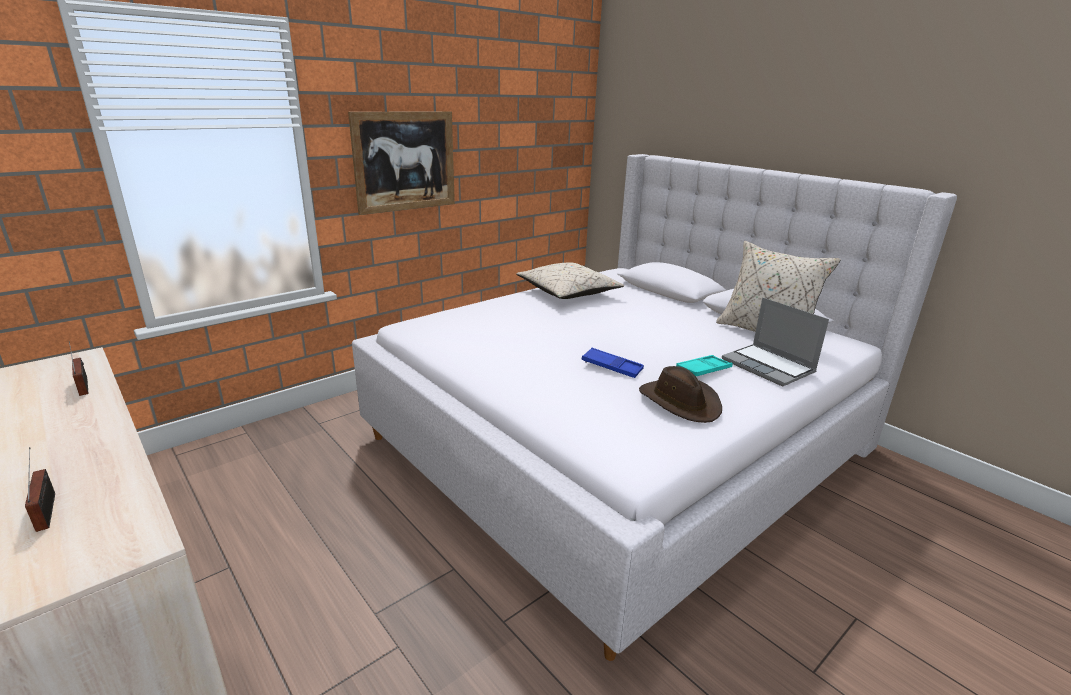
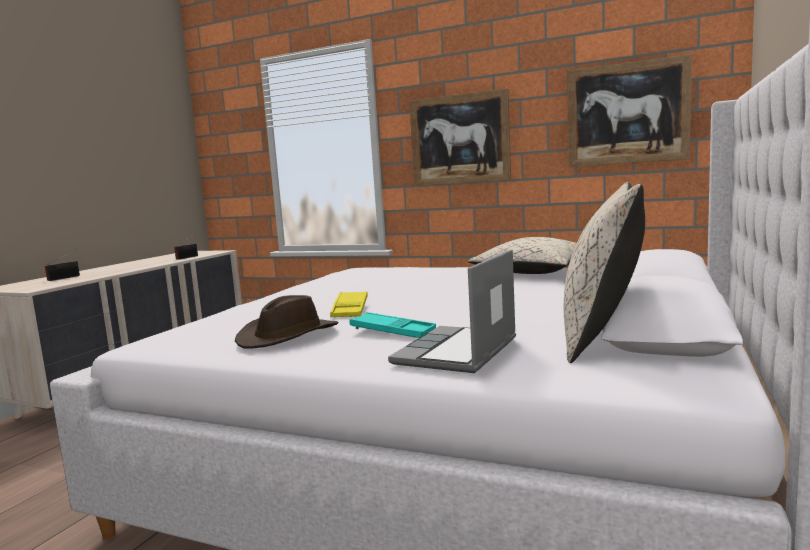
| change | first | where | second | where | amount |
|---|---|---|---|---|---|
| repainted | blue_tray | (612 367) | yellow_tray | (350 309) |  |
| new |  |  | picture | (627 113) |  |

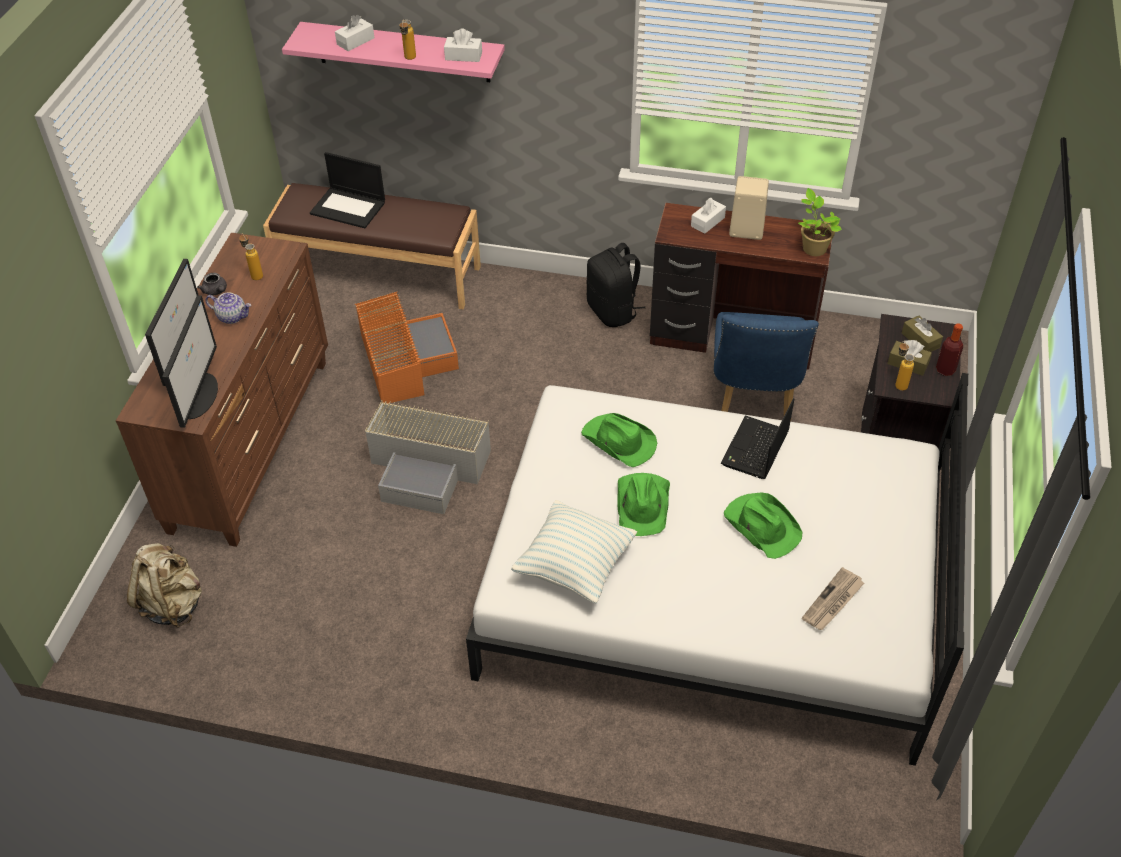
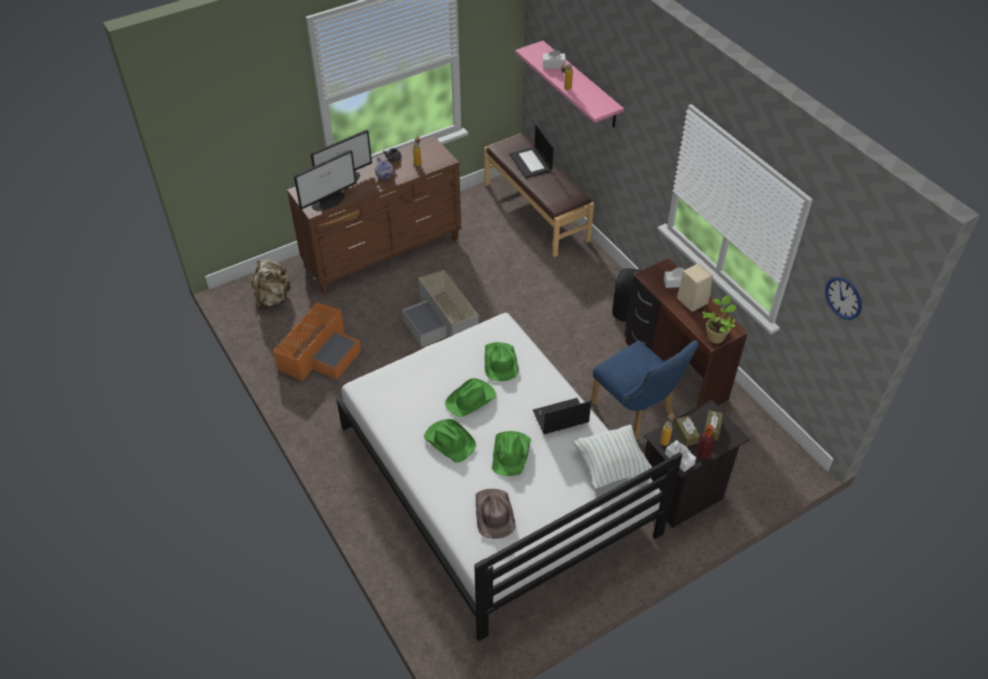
| change | first | where | second | where | amount |
|---|---|---|---|---|---|
| shifted | white_tissue_box | (463 56) |  | (679 459) |  |
| shifted | orange_storage_box | (404 359) |  | (320 353) |  |
| rotated | blue_chair | (752 406) |  | (636 412) | 90 degrees counterclockwise |
| shifted | pillow | (575 566) |  | (611 466) |  |
| swapped | newspaper | (833 602) | brown_hat | (493 514) |  |
| new |  |  | wall_clock | (843 298) |  |
| new |  |  | green_hat | (449 441) |  |

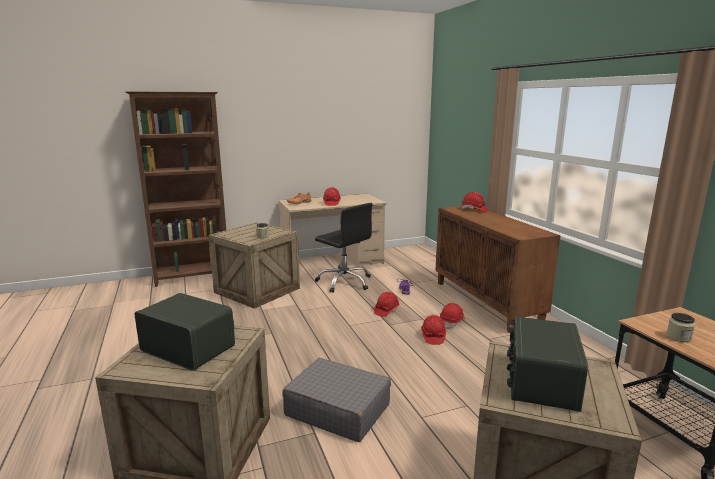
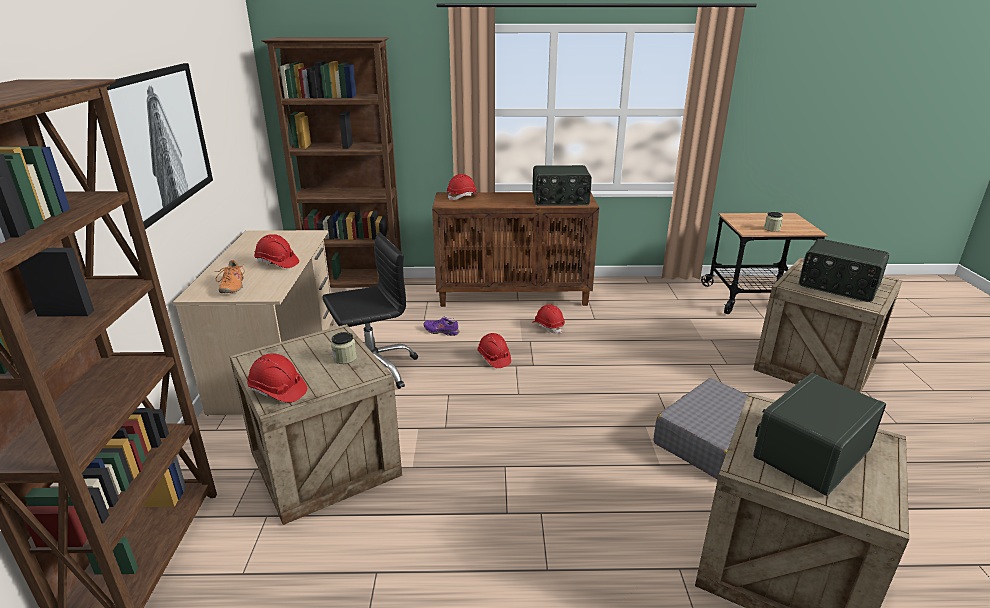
| change | first | where | second | where | amount |
|---|---|---|---|---|---|
| shifted | red_hard_hat | (433 337) |  | (278 391) |  |
| new |  |  | brown_bookcase | (356 287) |  |
| new |  |  | picture | (157 141) |  |
| new |  |  | radio | (560 200) |  |

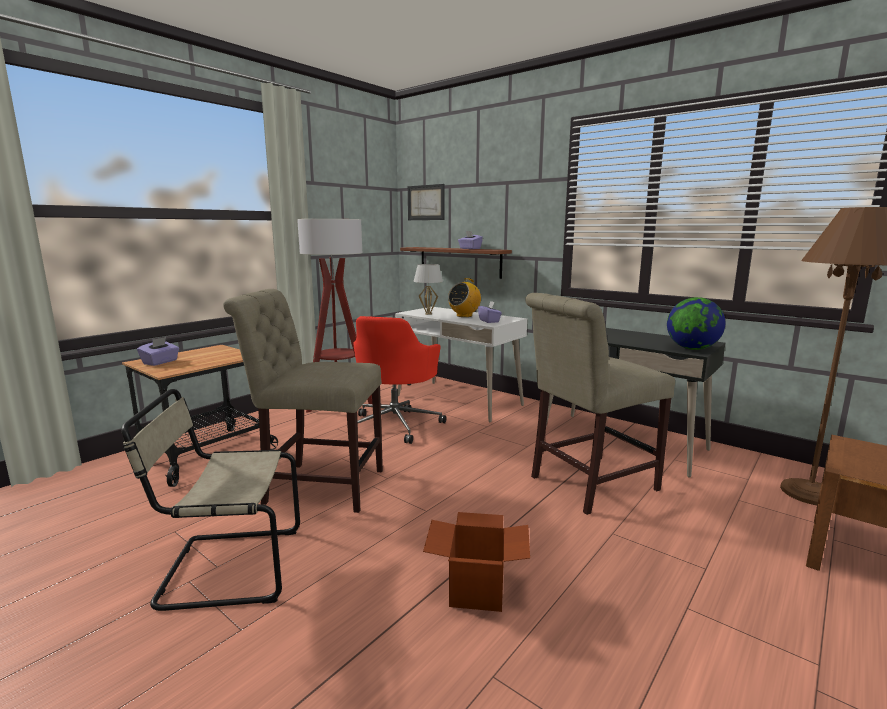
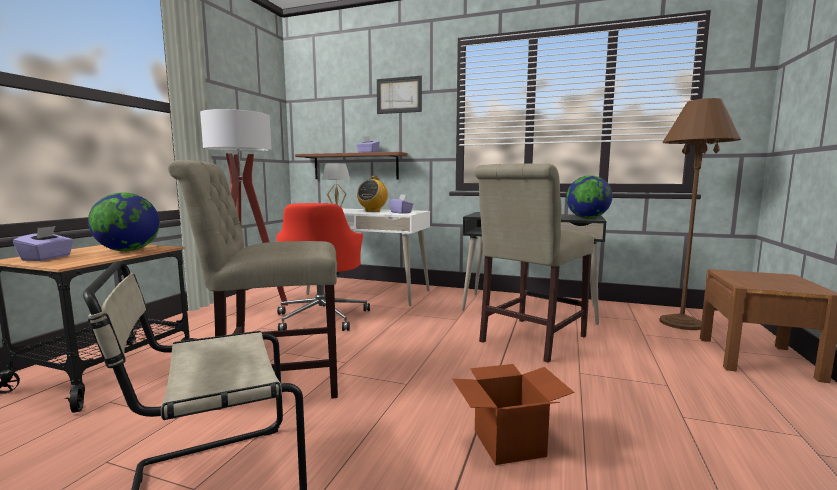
| change | first | where | second | where | amount |
|---|---|---|---|---|---|
| shifted | picture | (426 202) |  | (399 95) |  |
| new |  |  | globe | (128 250) |  |

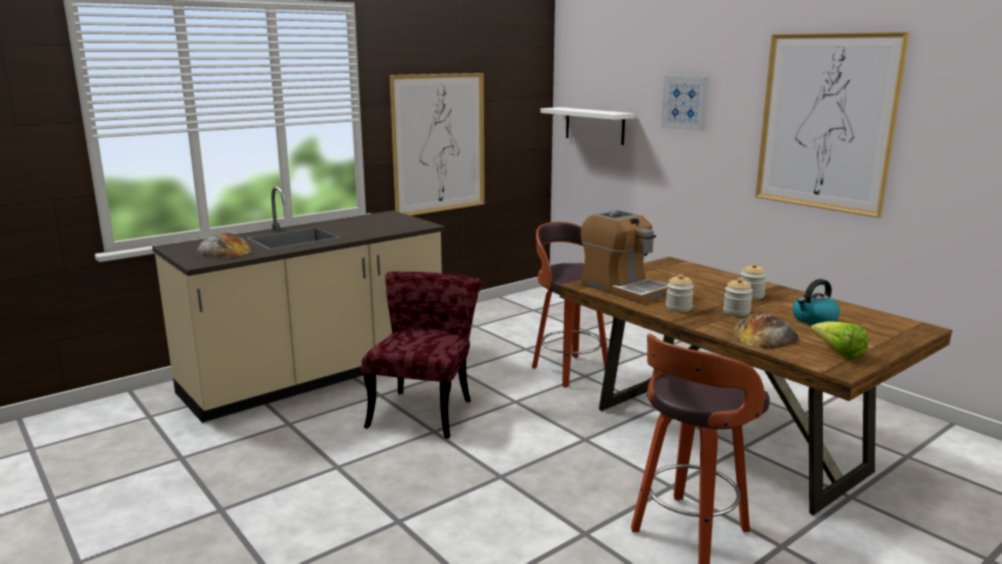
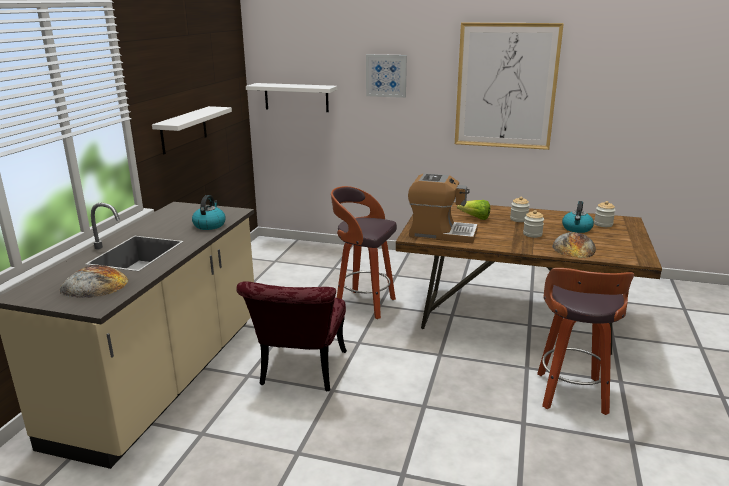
| change | first | where | second | where | amount |
|---|---|---|---|---|---|
| swapped | picture | (439 143) | white_shelf | (184 130) |  |
| rotated | red_chair | (425 408) |  | (300 374) | 150 degrees counterclockwise |
| shifted | jar | (678 308) |  | (603 224) |  |
| shifted | lettuce | (839 353) |  | (475 218) |  |
| new |  |  | kettle | (209 225) |  |

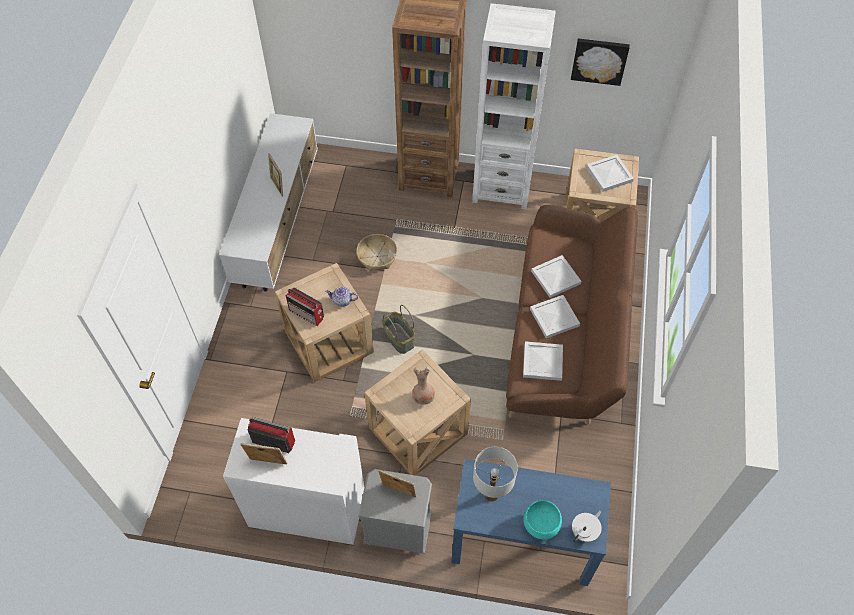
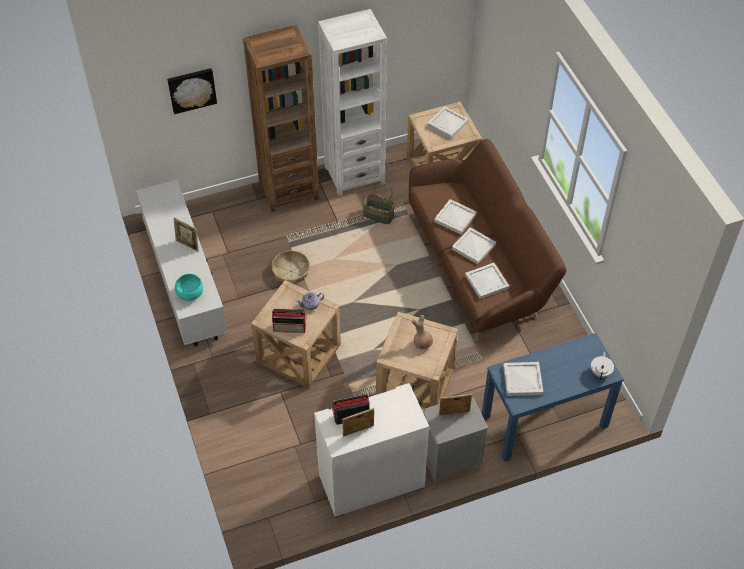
| change | first | where | second | where | amount |
|---|---|---|---|---|---|
| shifted | picture | (599 60) |  | (191 89) |  |
| shifted | basket | (398 338) |  | (378 215) |  |
| swapped | white_table_lamp | (491 494) | white_tray | (522 380) |  |
| shifted | turquoise_bowl | (541 525) |  | (190 294) |  |

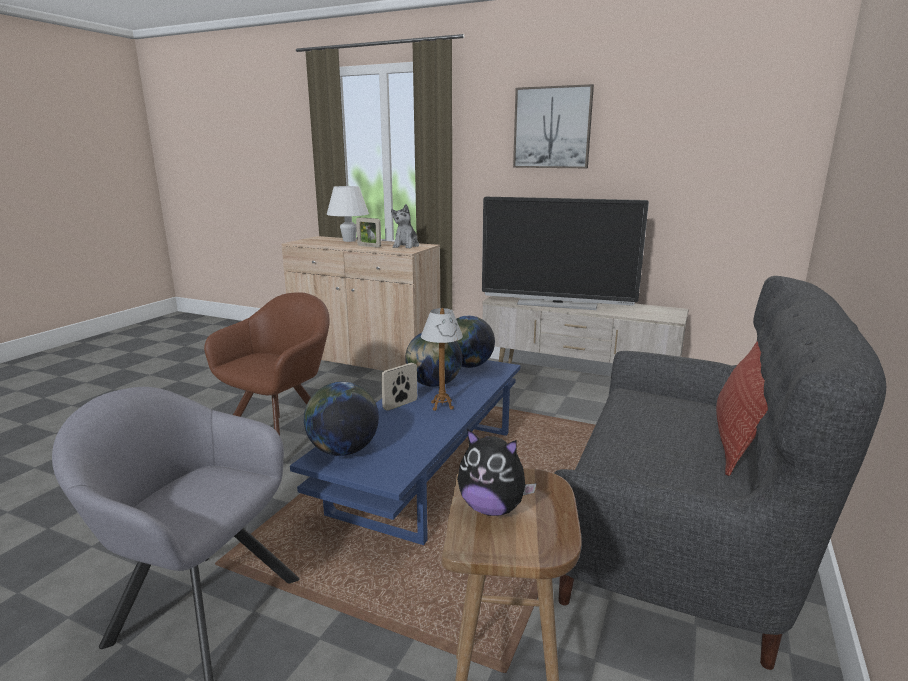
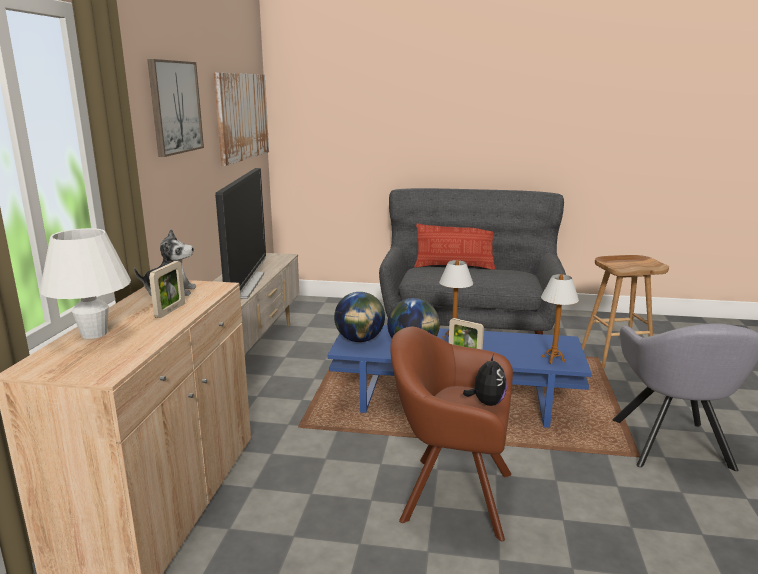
| change | first | where | second | where | amount |
|---|---|---|---|---|---|
| swapped | globe | (343 450) | table_lamp | (553 359) |  |
| shifted | plush_toy | (492 508) |  | (486 403) |  |
| new |  |  | picture | (242 116) |  |

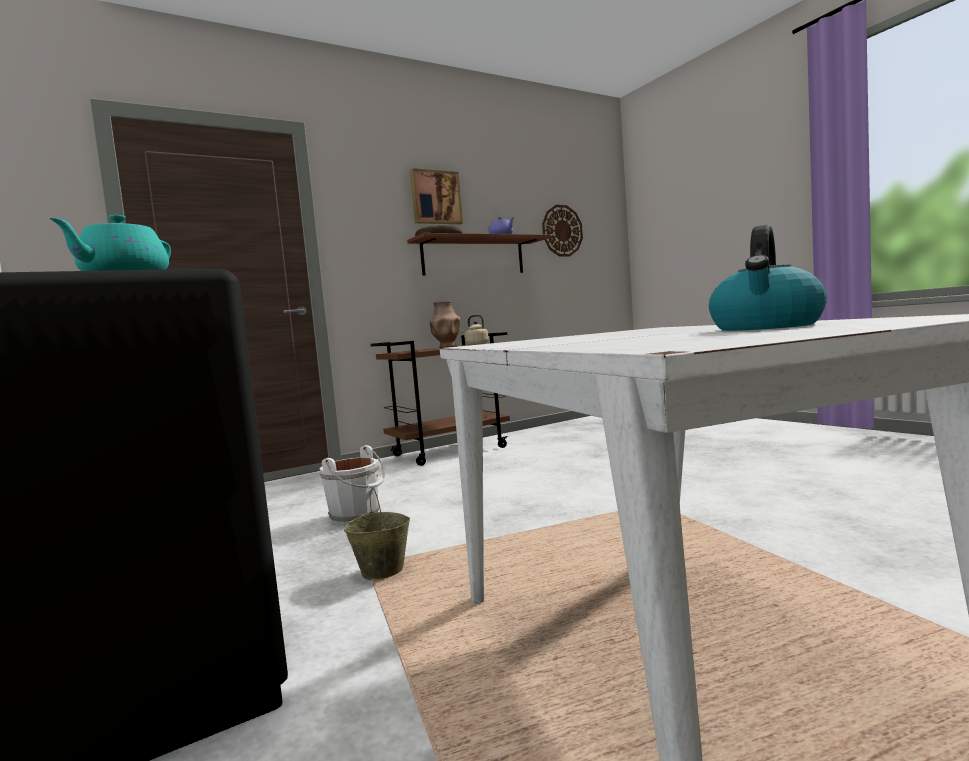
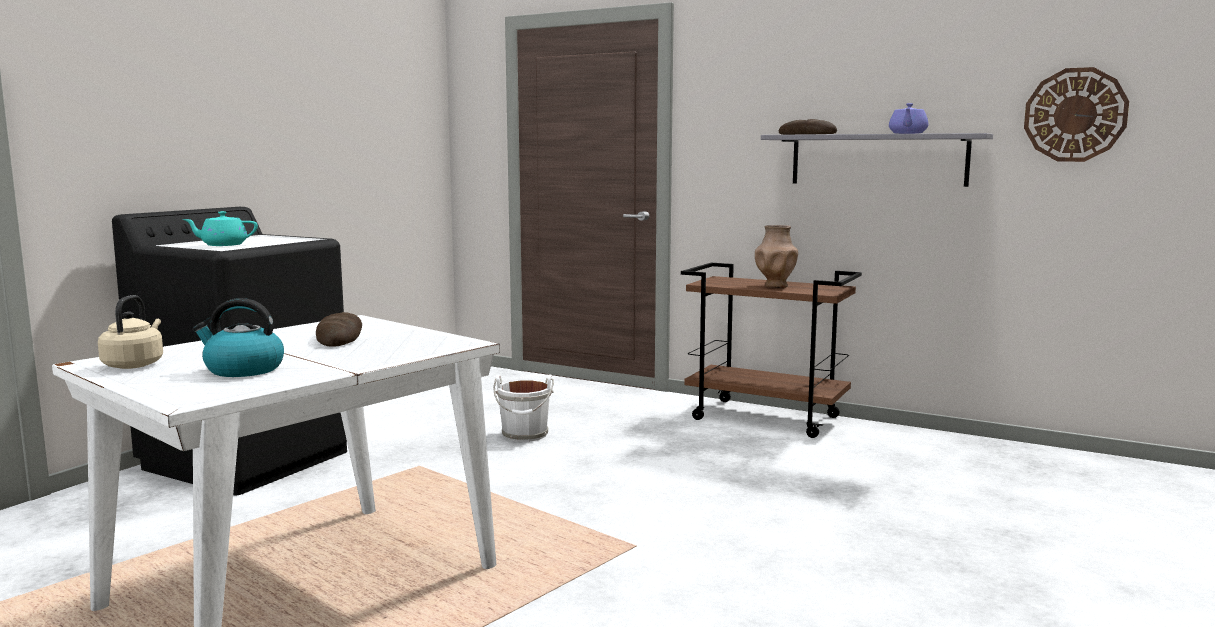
| change | first | where | second | where | amount |
|---|---|---|---|---|---|
| gone | picture | (435 198) |  |  |  |
| repainted | brown_shelf | (473 257) | grey_shelf | (878 159) |  |
| shifted | beige_kettle | (475 344) |  | (135 364) |  |
| gone | beige_bucket | (381 571) |  |  |  |
| new |  |  | bread | (339 337) |  |

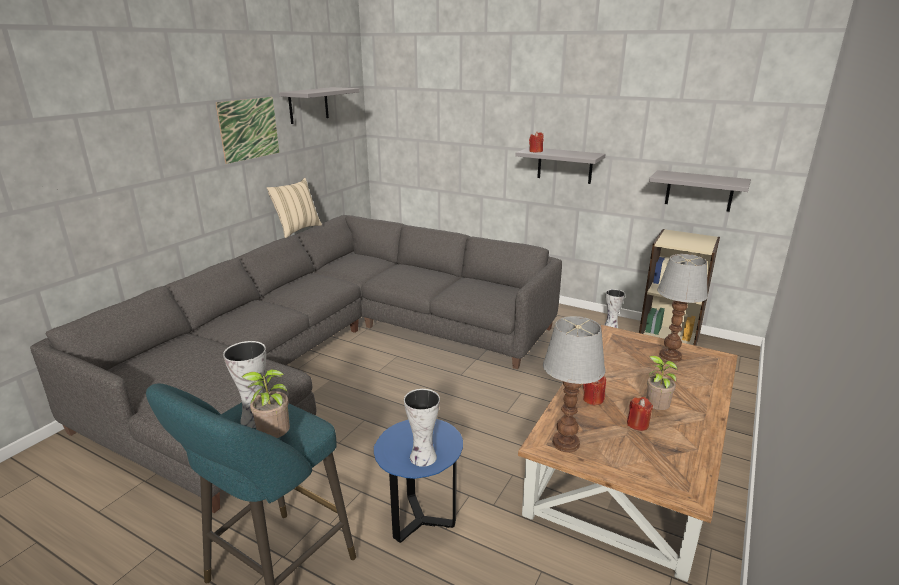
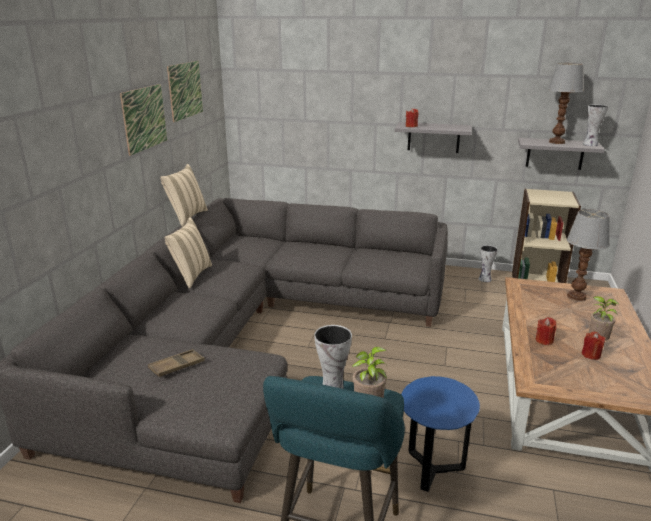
| change | first | where | second | where | amount |
|---|---|---|---|---|---|
| swapped | grey_shelf | (308 105) | picture | (185 90) |  |
| shifted | table_lamp | (565 444) |  | (557 142) |  |
| shifted | vase | (421 457) |  | (590 144) |  |
| new |  |  | beige_pillow | (191 275) |  |
| new |  |  | brown_tray | (177 366) |  |

